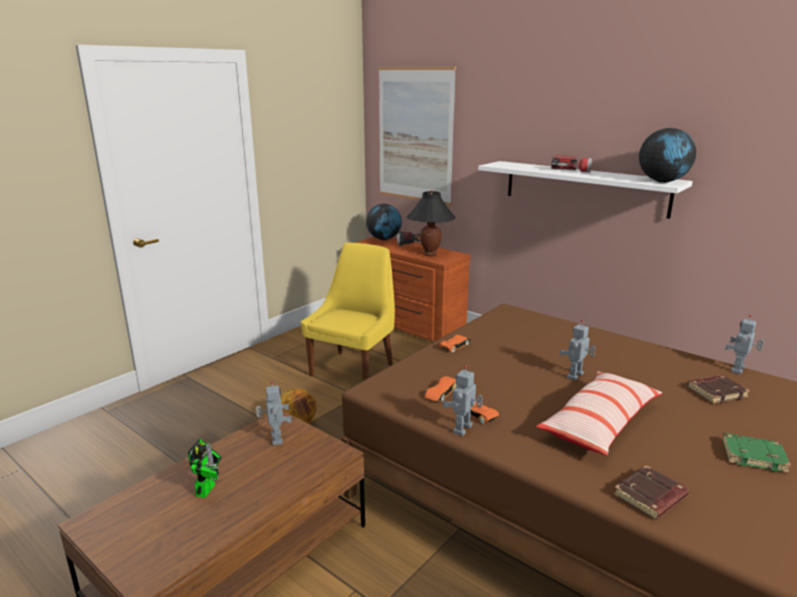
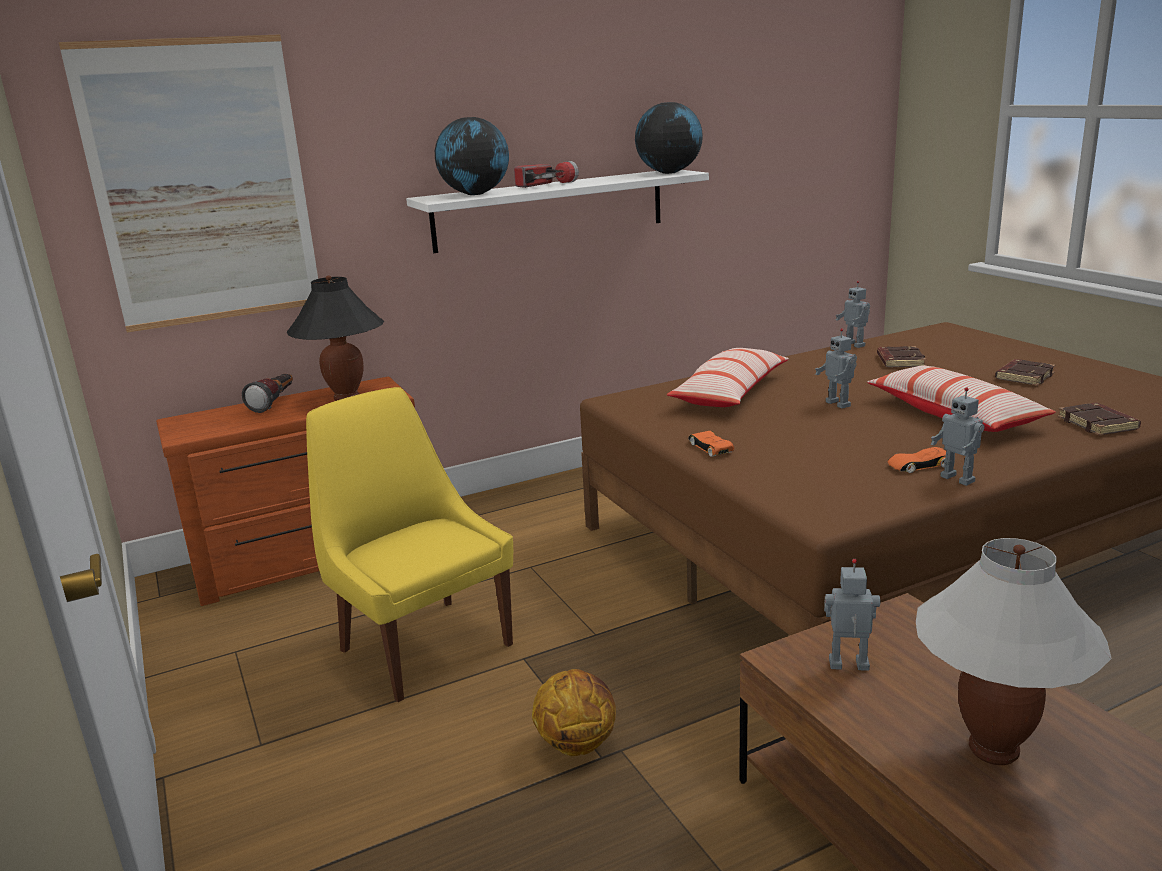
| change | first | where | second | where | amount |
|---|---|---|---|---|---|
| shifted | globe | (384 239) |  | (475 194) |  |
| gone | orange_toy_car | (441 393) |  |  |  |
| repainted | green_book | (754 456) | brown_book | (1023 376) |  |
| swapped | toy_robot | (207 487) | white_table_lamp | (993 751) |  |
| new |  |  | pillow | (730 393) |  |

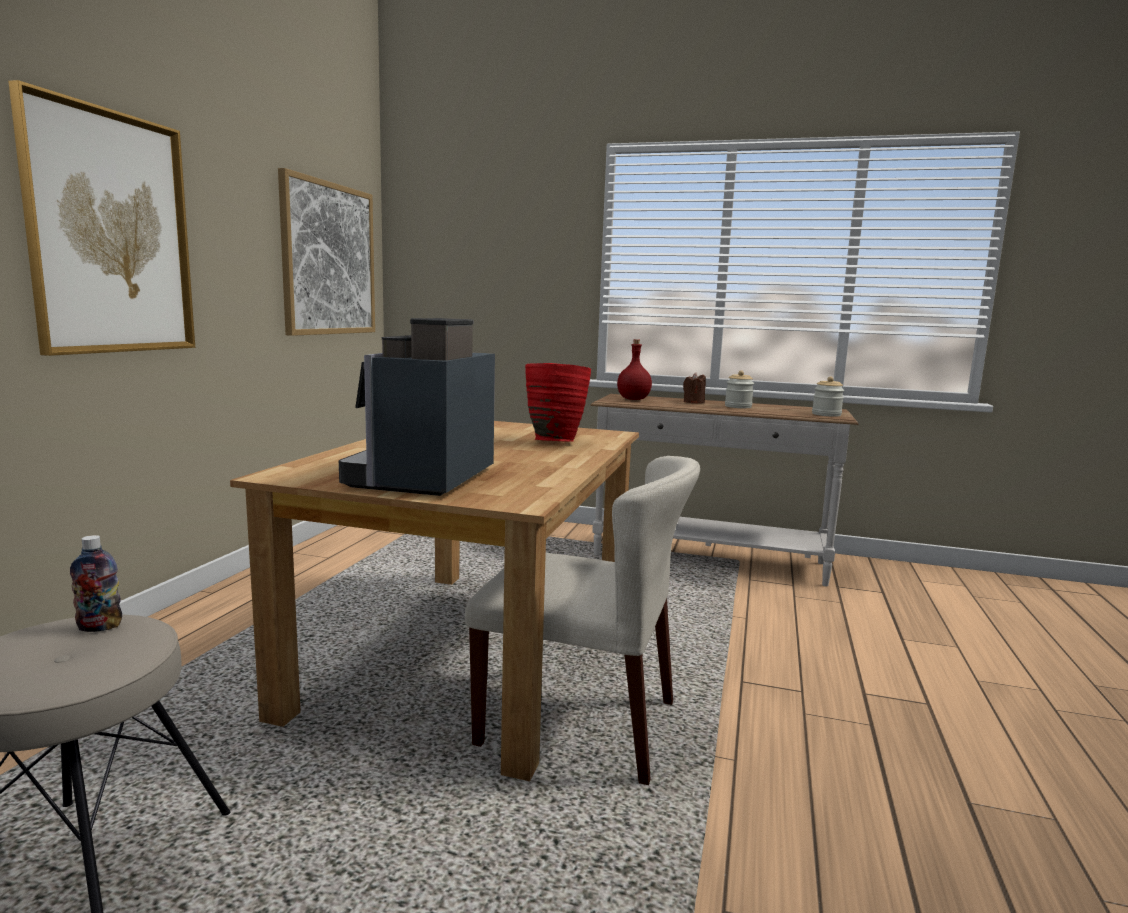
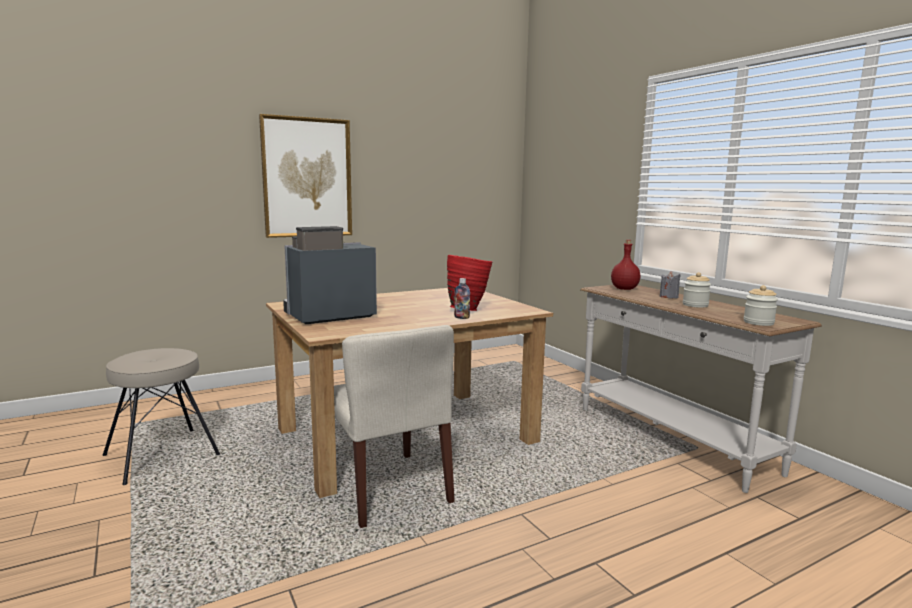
| change | first | where | second | where | amount |
|---|---|---|---|---|---|
| gone | picture | (329 259) |  |  |  |
| repainted | brown_candle | (693 402) | grey_candle | (668 297) |  |
| shifted | bottle | (100 627) |  | (461 317) |  |

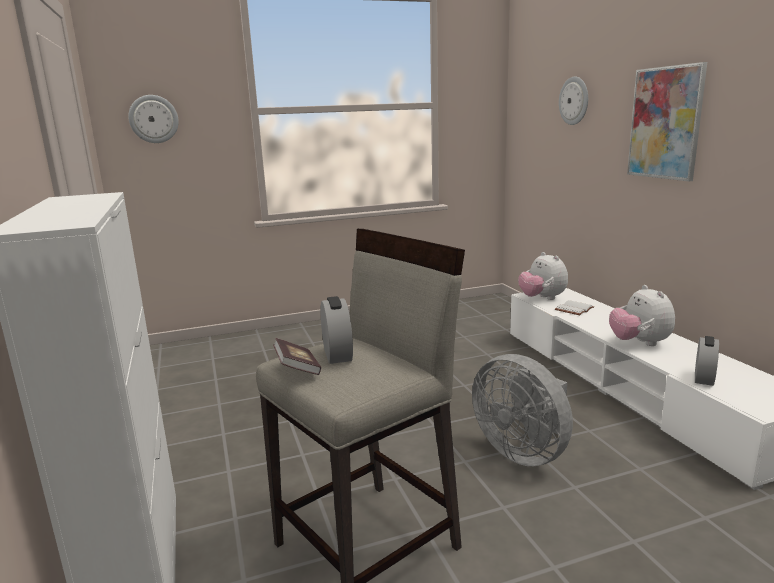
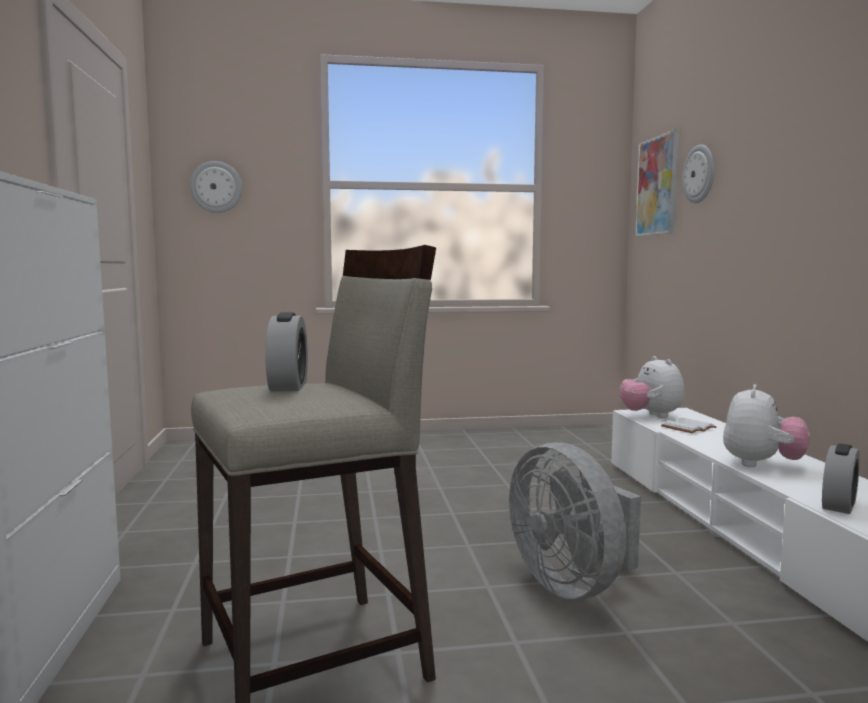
| change | first | where | second | where | amount |
|---|---|---|---|---|---|
| shifted | picture | (665 123) |  | (657 186) |  |
| rotated | plush_toy | (639 343) |  | (761 464) | 150 degrees counterclockwise |
| gone | book | (297 369) |  |  |  |

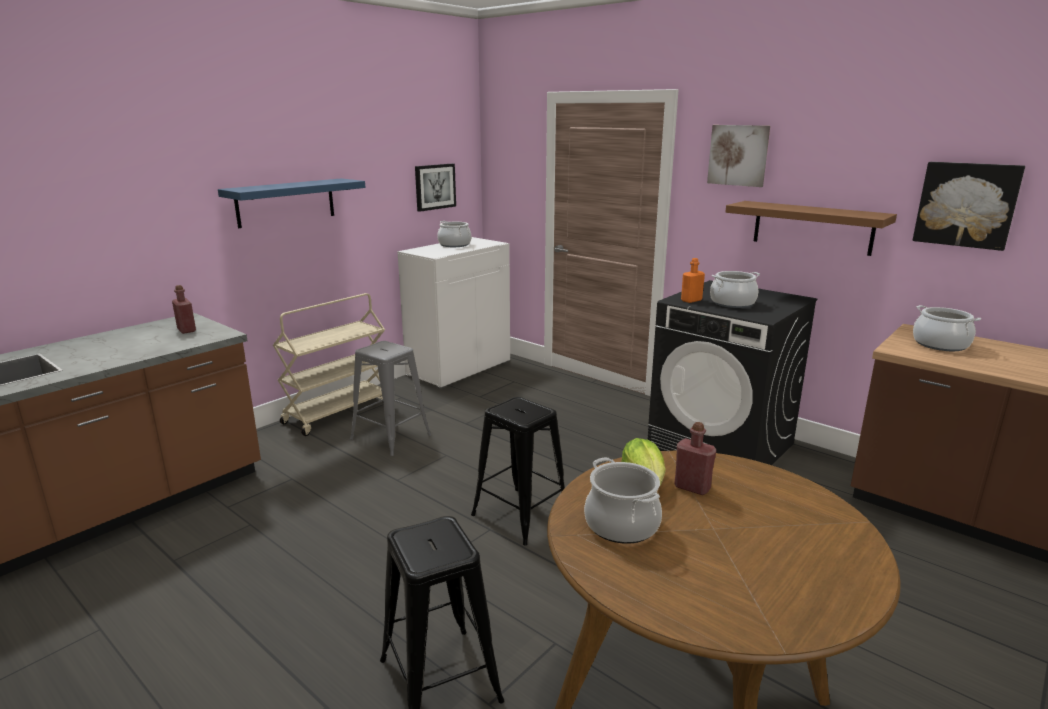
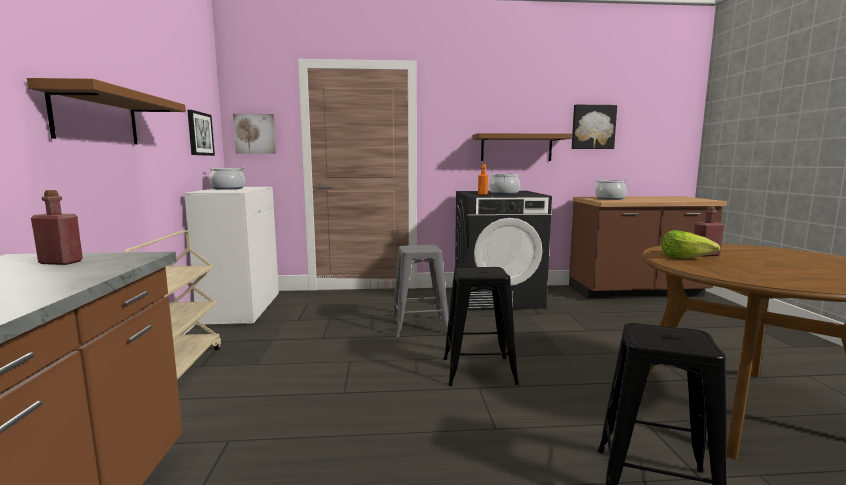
| change | first | where | second | where | amount |
|---|---|---|---|---|---|
| shifted | picture | (738 155) |  | (255 134) |  |
| repainted | blue_shelf | (286 202) | brown_shelf | (96 117) |  |
| shifted | grey_stool | (391 437) |  | (420 327) |  |
| gone | cooking_pot | (621 525) |  |  |  |

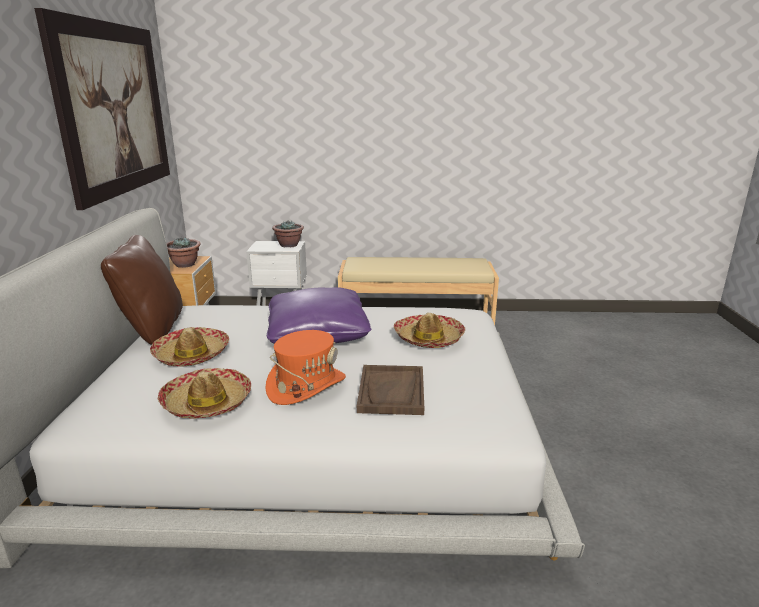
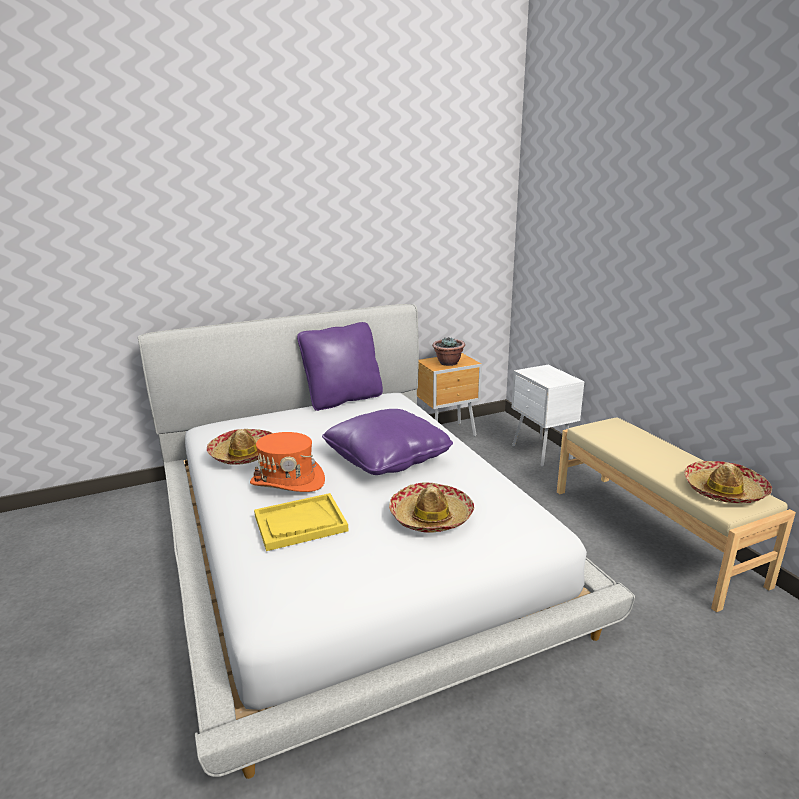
| change | first | where | second | where | amount |
|---|---|---|---|---|---|
| gone | picture | (114 109) |  |  |  |
| gone | potted_plant | (289 245) |  |  |  |
| repainted | brown_pillow | (152 329) | purple_pillow | (343 399) |  |
| shifted | hat | (191 355) |  | (724 490) |  |
| repainted | brown_tray | (391 392) | yellow_tray | (300 523) |  |

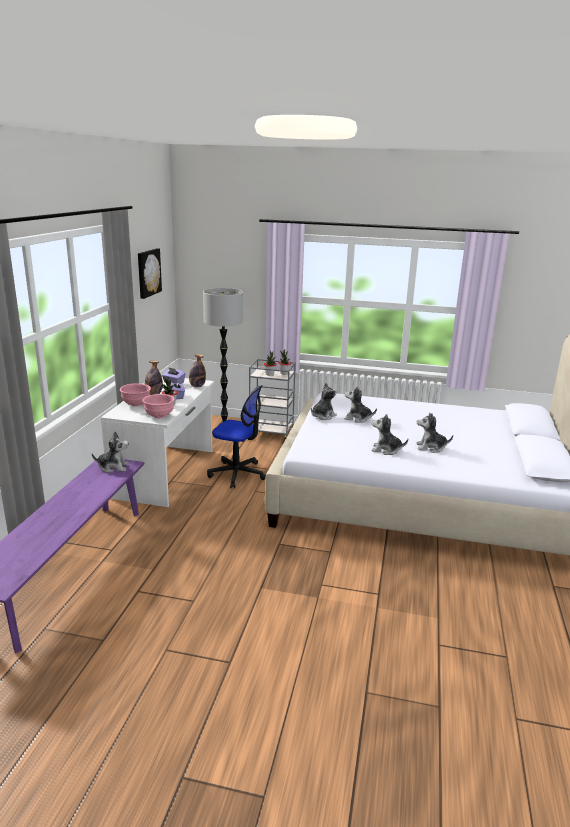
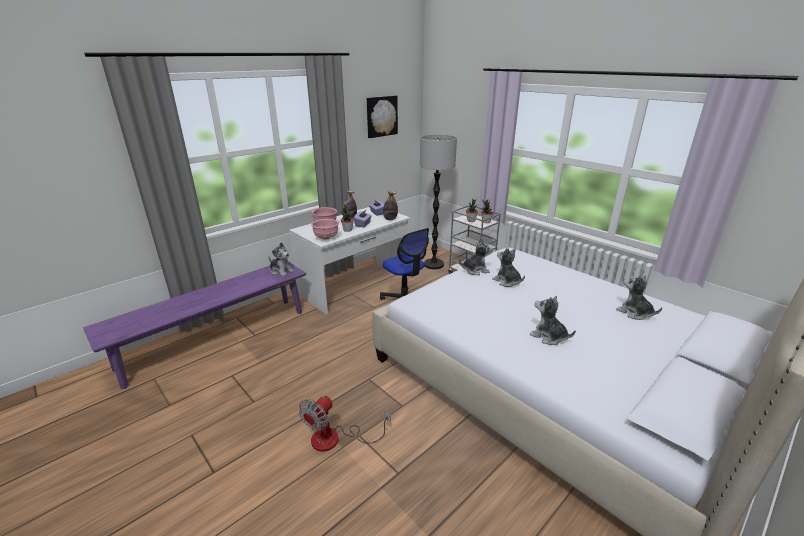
| change | first | where | second | where | amount |
|---|---|---|---|---|---|
| shifted | plush_toy | (386 450) |  | (634 313) |  |
| new |  |  | fan | (335 439) |  |

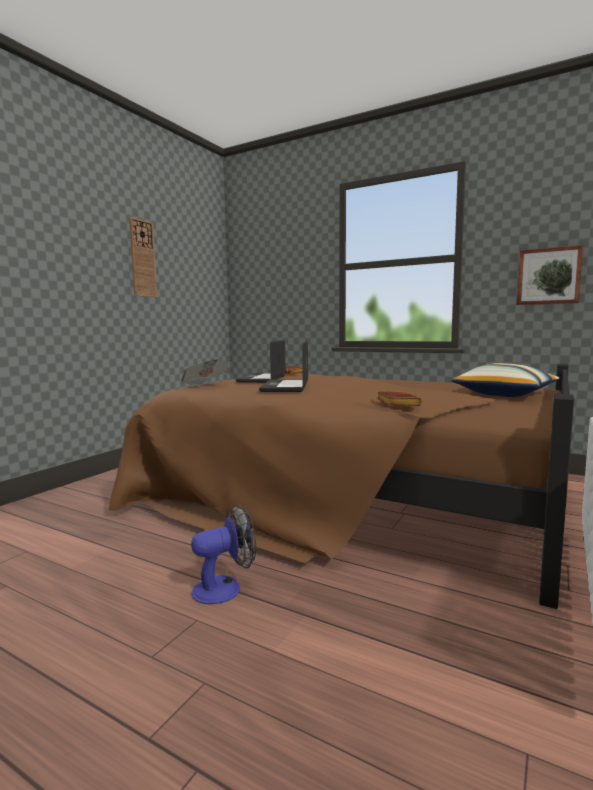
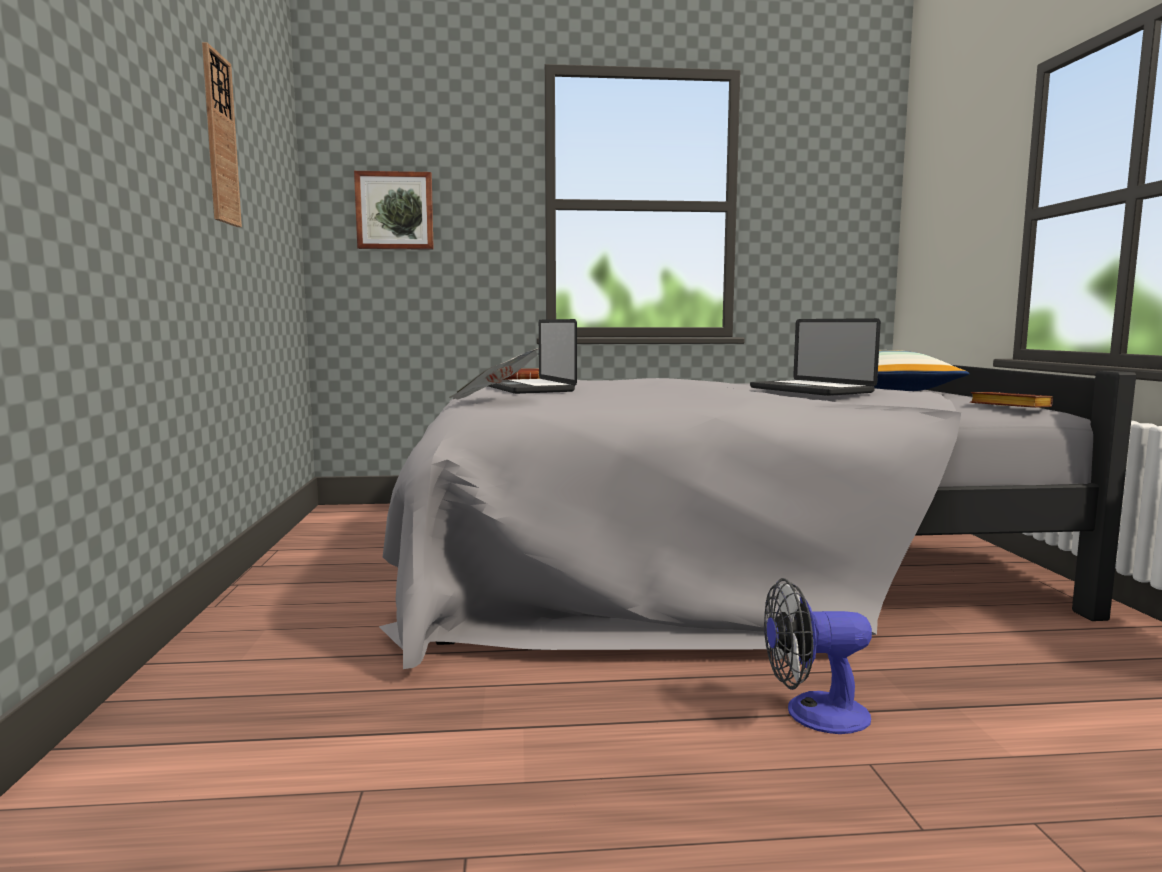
| change | first | where | second | where | amount |
|---|---|---|---|---|---|
| shifted | picture | (548 276) |  | (395 211) |  |
| shifted | laptop | (285 387) |  | (810 390) |  |
| repainted | brown_bed | (351 495) | grey_bed | (707 561) |  |
| shifted | brown_book | (396 403) |  | (1007 407) |  |
| rotated | fan | (225 588) |  | (813 714) | 120 degrees counterclockwise |

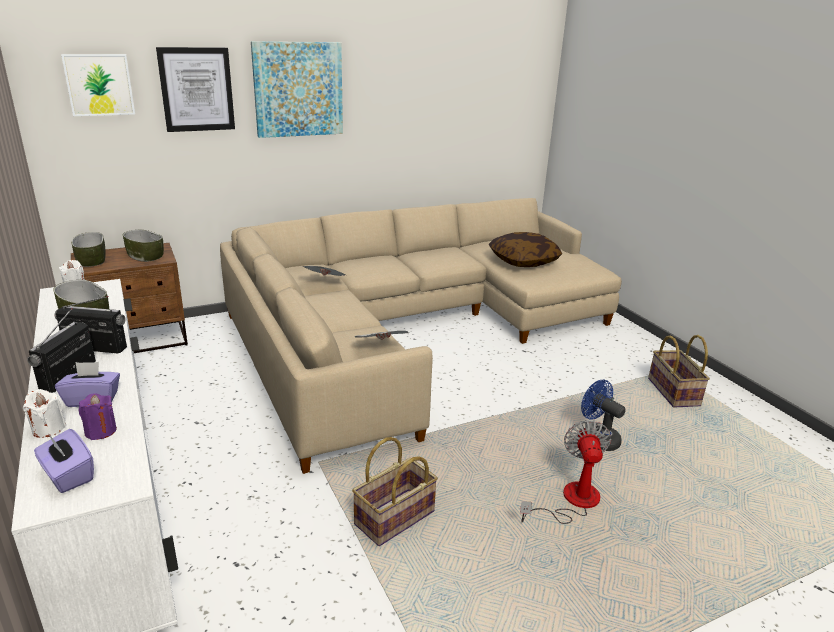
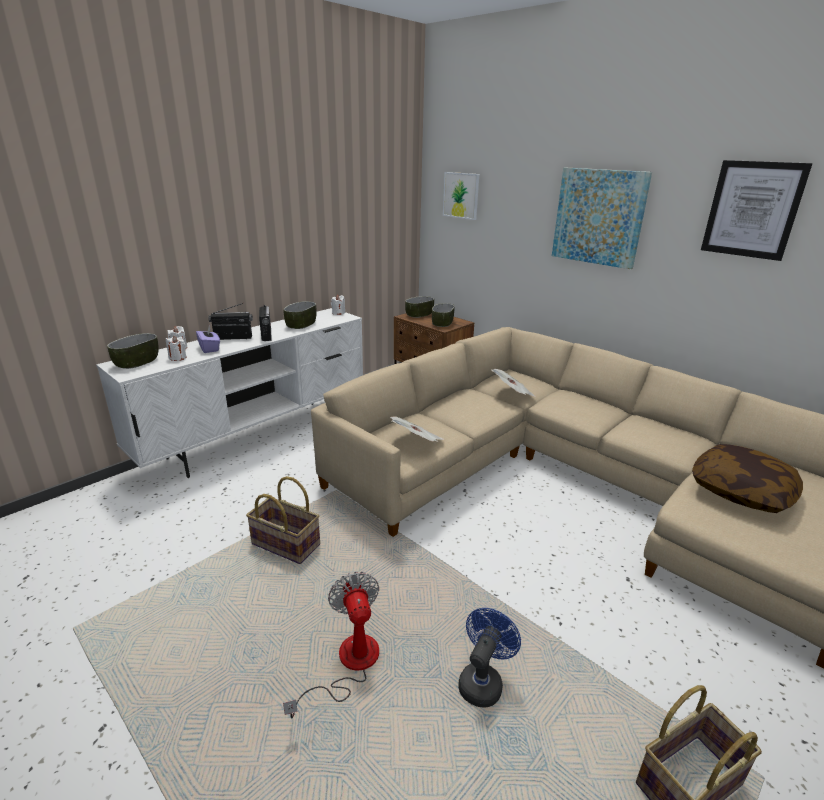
| change | first | where | second | where | amount |
|---|---|---|---|---|---|
| shifted | picture | (197 89) |  | (752 210) |  |
| repainted | purple_candle | (101 431) | white_candle | (178 358) |  |
| rotated | fan | (571 501) |  | (348 665) | 90 degrees counterclockwise |
| swapped | purple_tissue_box | (68 475) | bowl | (137 362) |  |

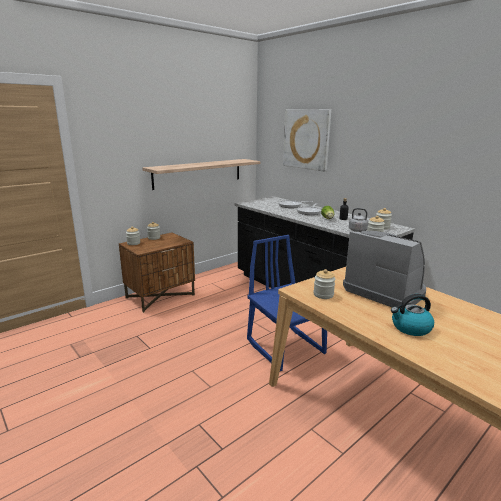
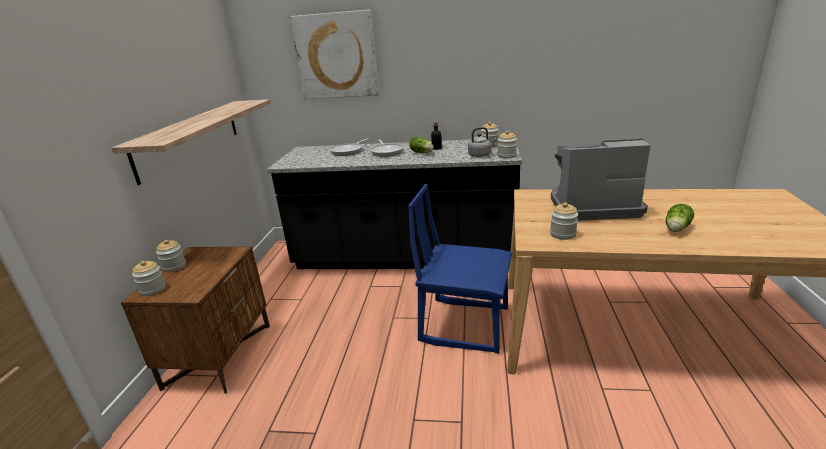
| change | first | where | second | where | amount |
|---|---|---|---|---|---|
| swapped | kettle | (410 328) | lettuce | (676 229) |  |

